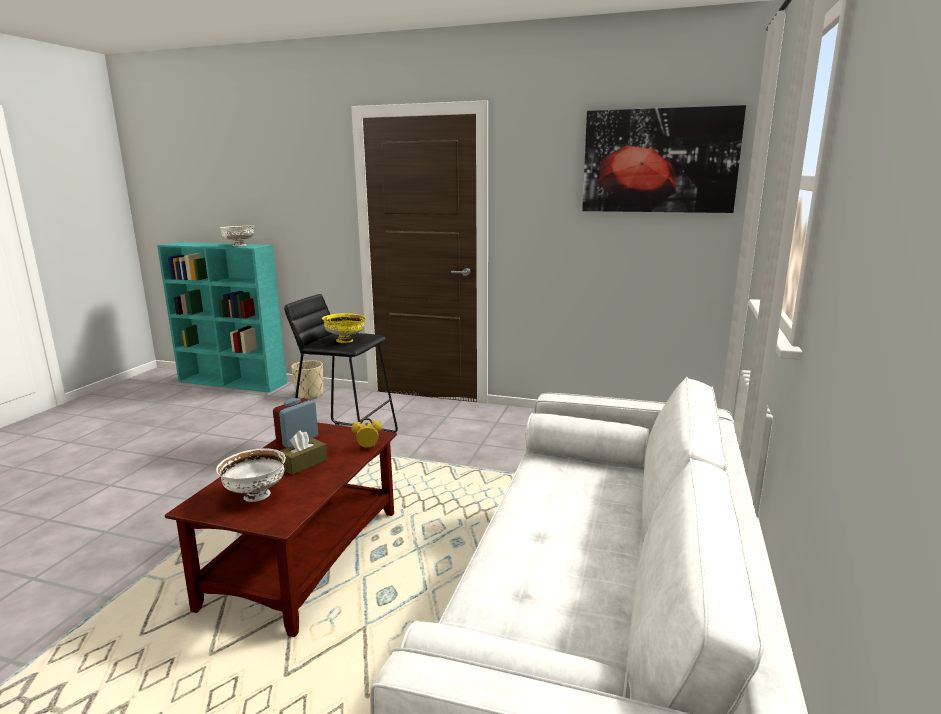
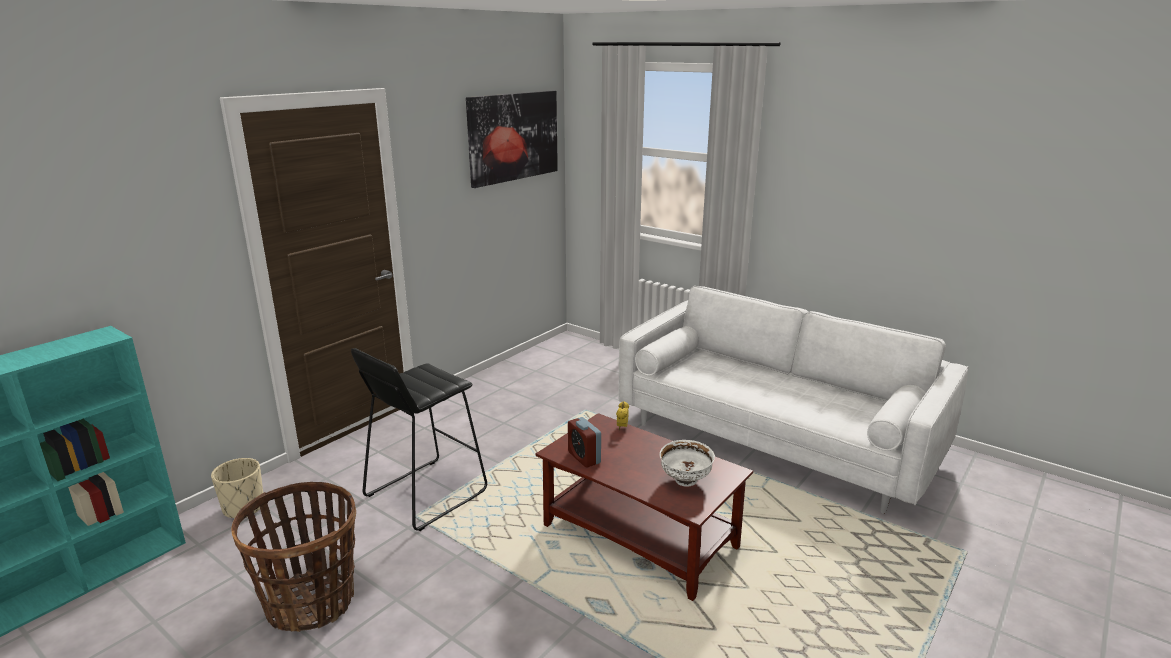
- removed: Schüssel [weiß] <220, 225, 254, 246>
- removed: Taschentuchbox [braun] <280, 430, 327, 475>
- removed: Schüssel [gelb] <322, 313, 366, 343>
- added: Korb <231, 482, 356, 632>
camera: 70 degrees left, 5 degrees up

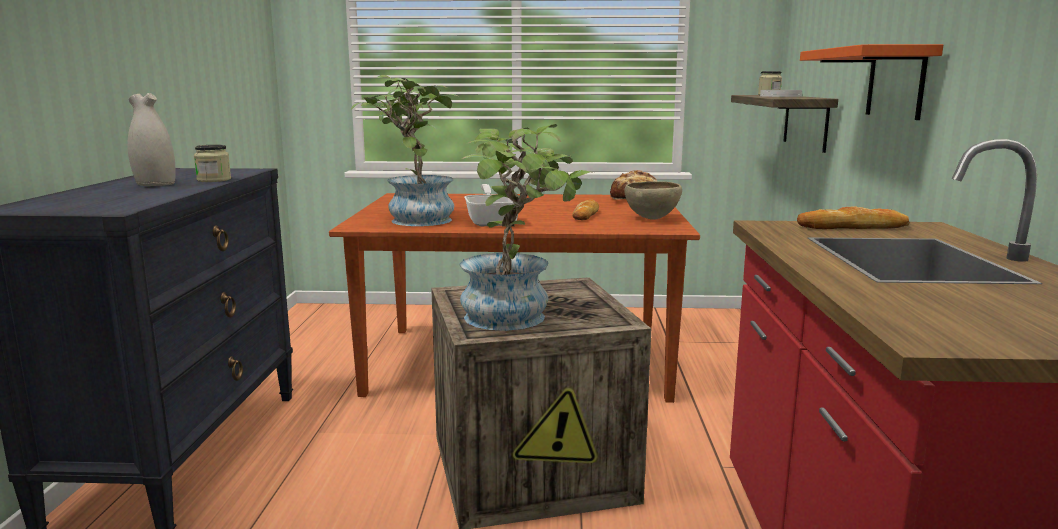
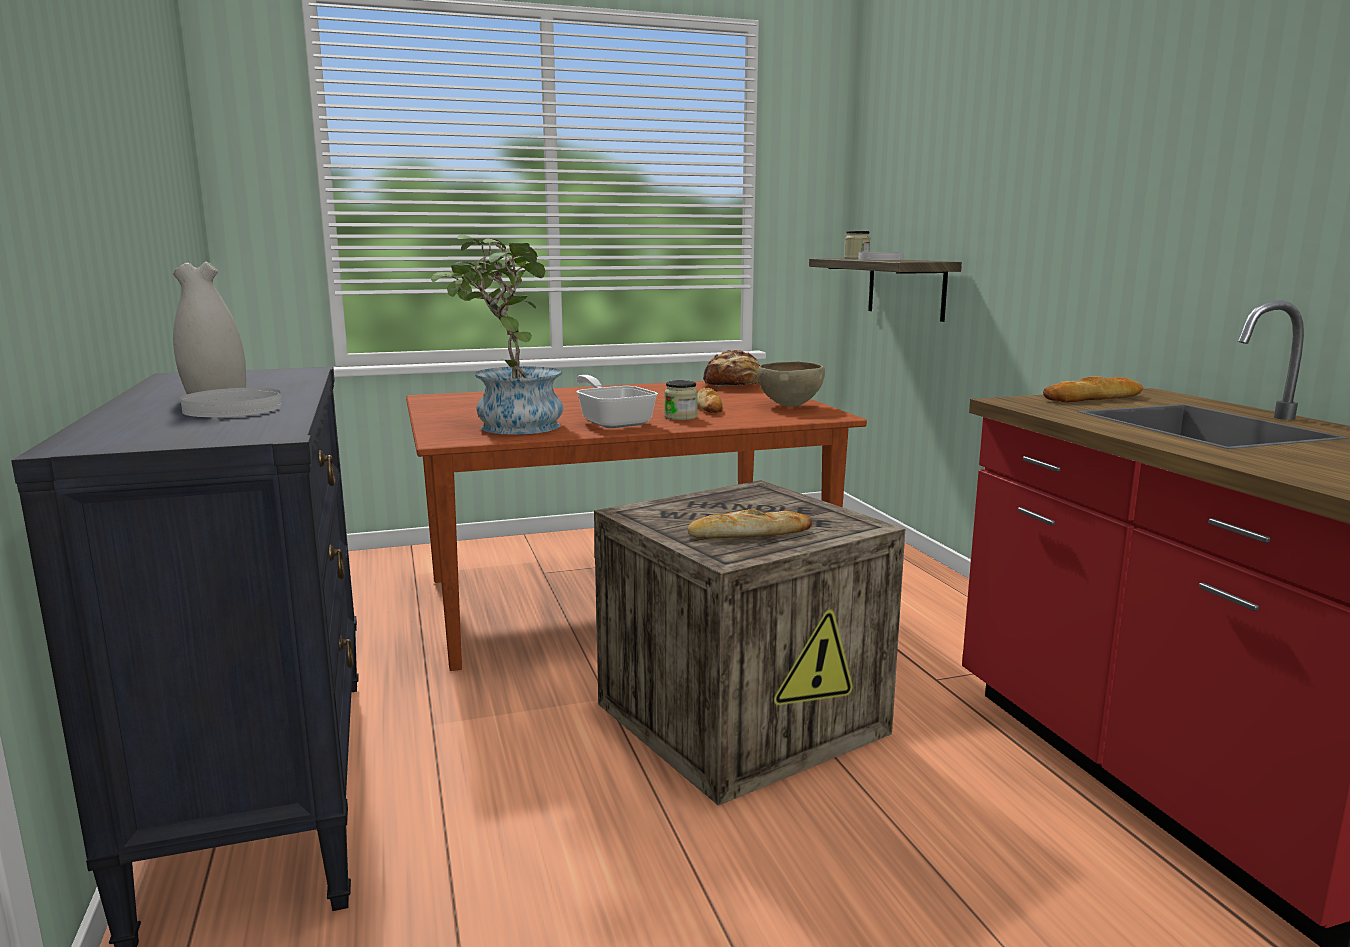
- removed: Wandregal [orange] <800, 44, 943, 120>
- added: Teller [weiß] <180, 388, 282, 417>
- moved: Vorratsglas <194, 145, 231, 182> to <664, 380, 698, 420>
- replaced: Topfpflanze <459, 124, 594, 331> to Brot <688, 509, 812, 538>
camera: 20 degrees left, 0 degrees up

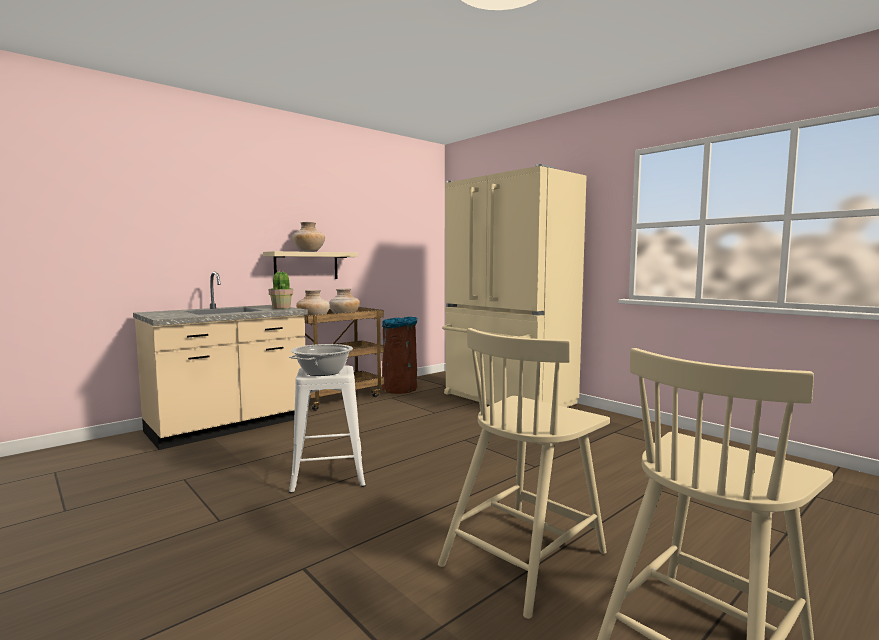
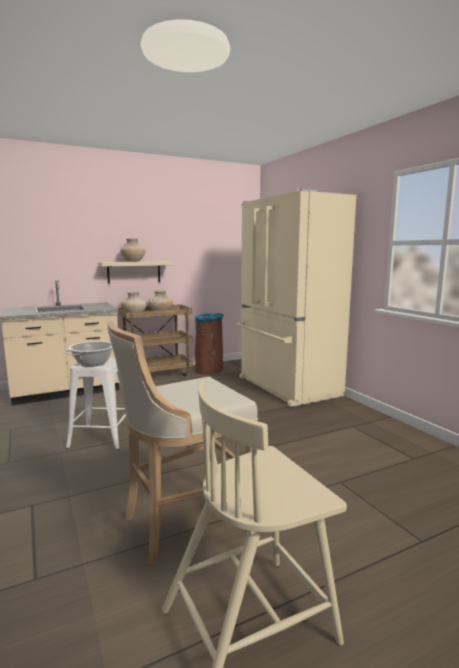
- removed: Topfpflanze <269, 269, 293, 309>
- replaced: Stuhl [beige] <438, 328, 610, 619> to Hocker [beige] <107, 321, 258, 564>
camera: 15 degrees right, 5 degrees up

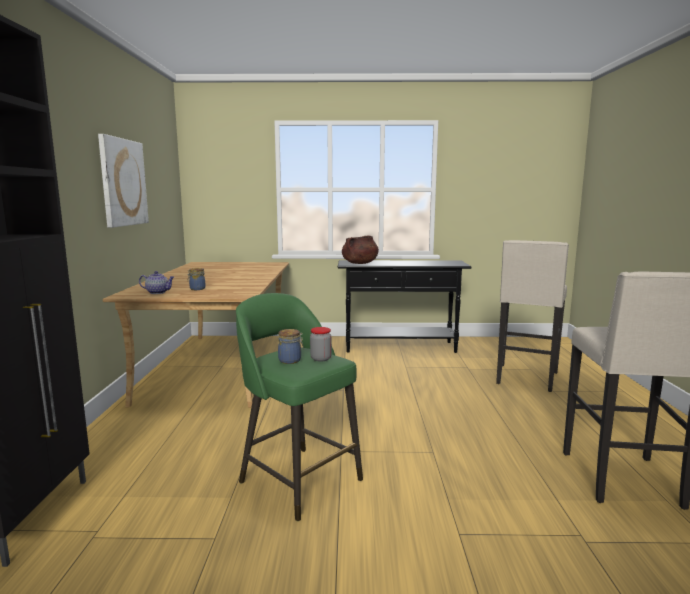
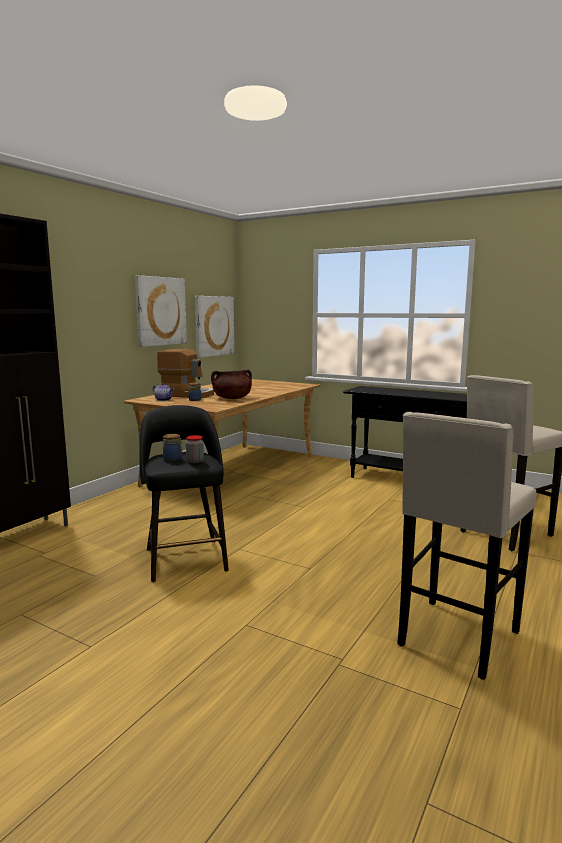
- added: Kaffeemaschine <157, 349, 214, 398>
- added: Bild <195, 296, 235, 358>
- moved: Kochtopf [braun] <342, 235, 379, 264> to <211, 369, 252, 399>
- recoloured: Hocker [grün] <236, 293, 363, 521> to Hocker [schwarz] <139, 405, 229, 582>
camera: 30 degrees right, 0 degrees up

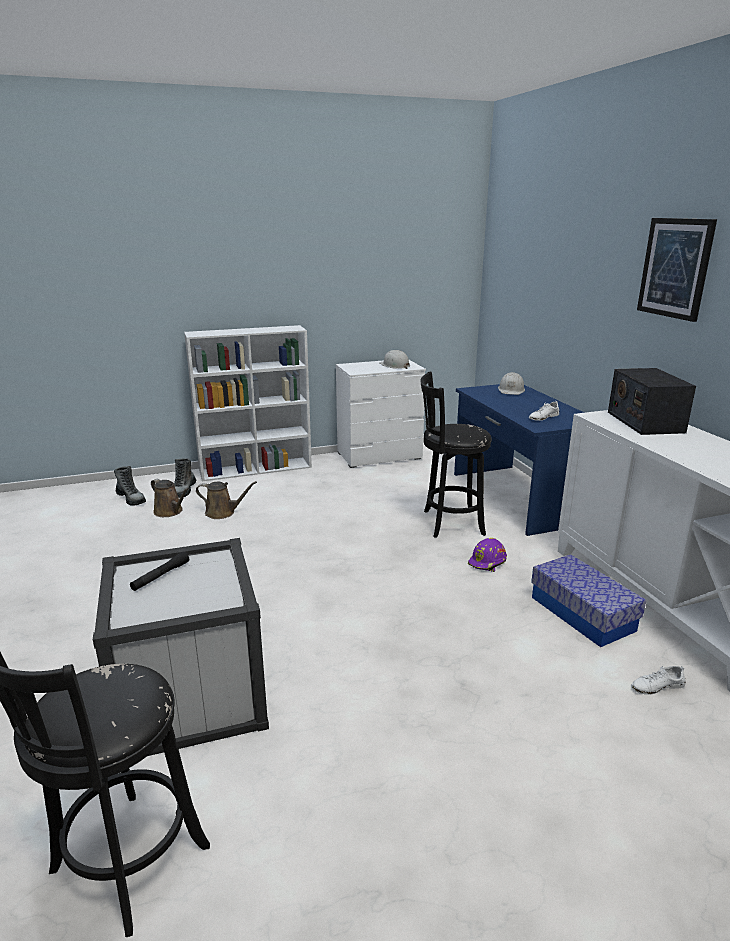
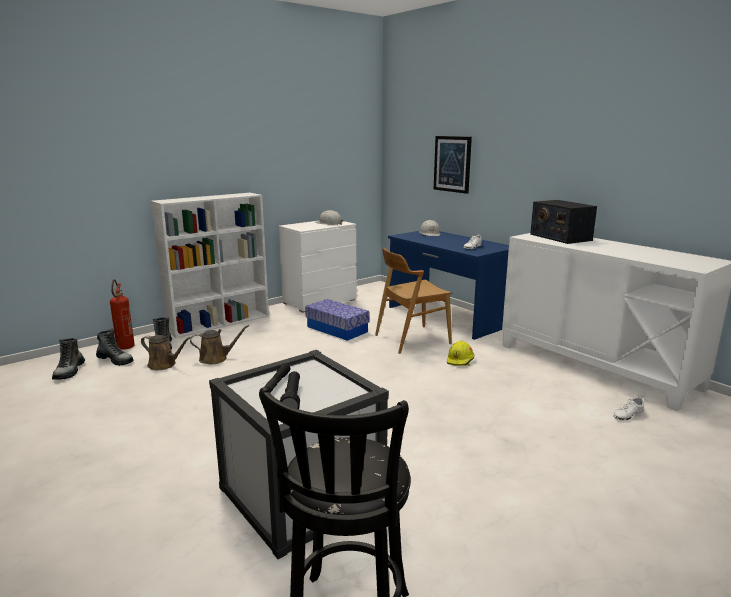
- added: Stiefel <52, 338, 85, 380>
- added: Feuerlöscher <110, 279, 135, 350>
- added: Taschenlampe [schwarz] <280, 371, 300, 409>
- moved: Aufbewahrungsbox <531, 554, 646, 647> to <305, 299, 370, 341>
- moved: Bild <637, 218, 717, 322> to <434, 136, 472, 194>
- replaced: Hocker [schwarz] <420, 371, 492, 538> to Stuhl [braun] <375, 248, 452, 354>
- recoloured: Schutzhelm [lila] <468, 538, 507, 572> to Schutzhelm [gelb] <447, 341, 474, 366>
camera: 20 degrees left, 5 degrees down

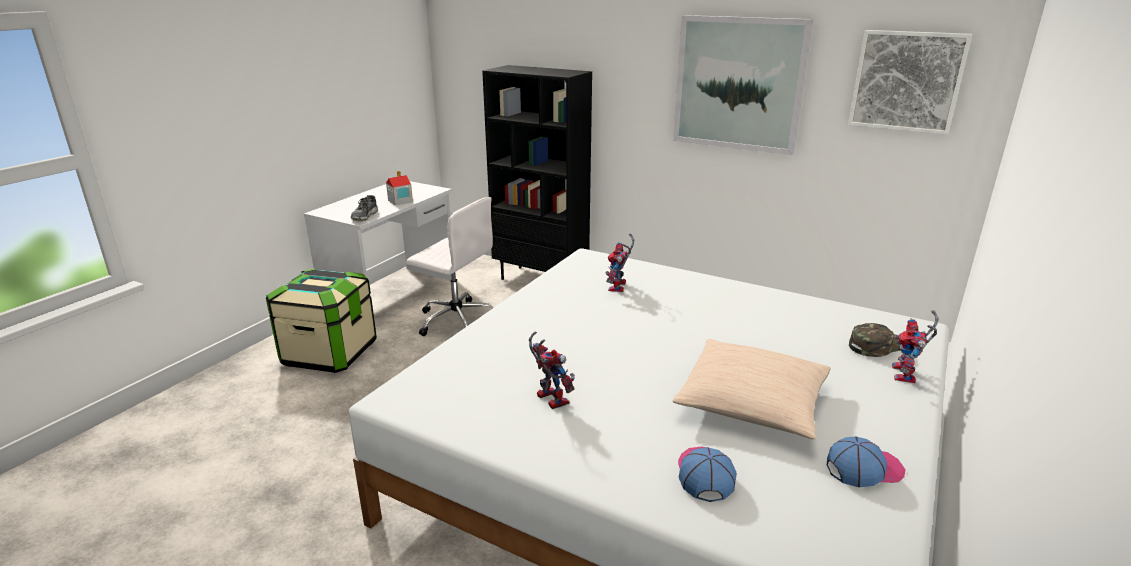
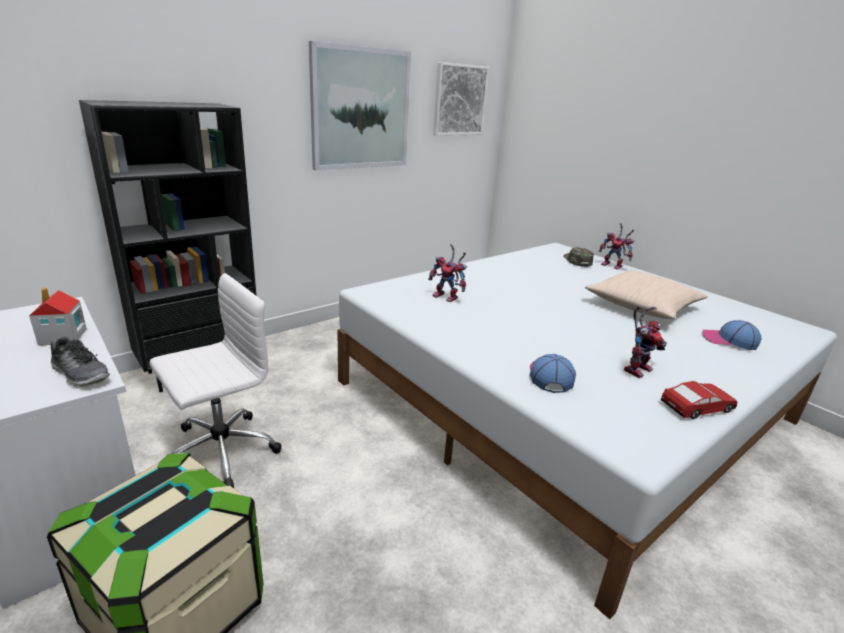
- added: Spielzeugauto <661, 381, 737, 419>
- moved: Kappe <827, 436, 905, 487> to <530, 354, 576, 393>
- turned: Spielzeugroboter <529, 332, 575, 409> = <624, 306, 667, 378> 150 degrees clockwise
camera: 70 degrees left, 0 degrees up

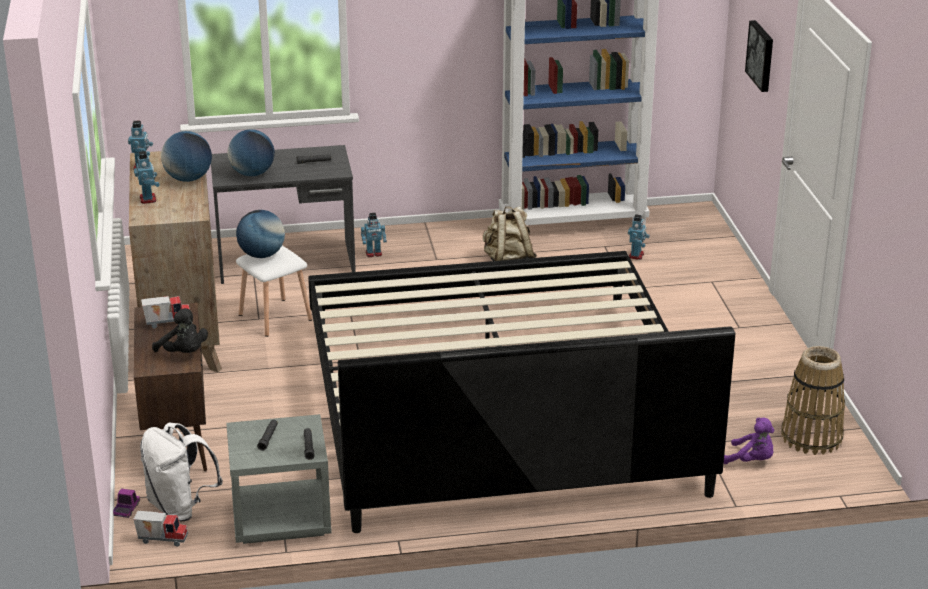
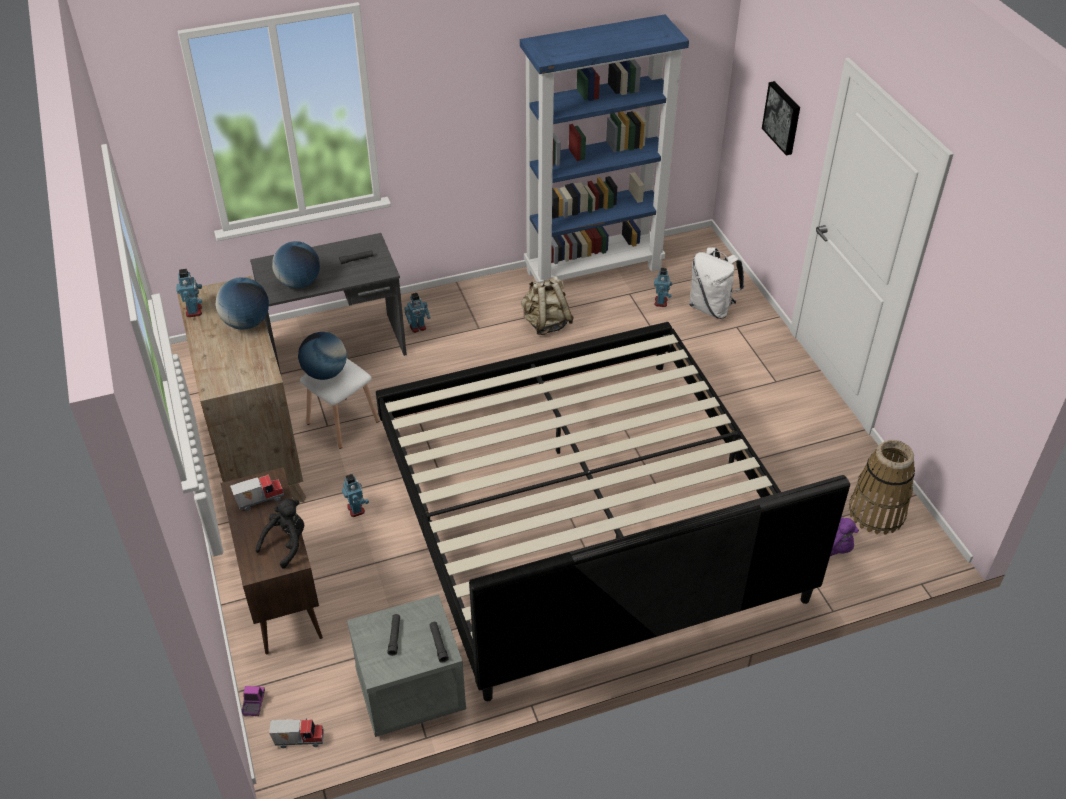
- moved: Spielzeugroboter <134, 151, 160, 204> to <342, 474, 369, 517>
- moved: Rucksack [weiß] <140, 422, 223, 521> to <689, 247, 744, 319>
- turned: Plüschtier [schwarz] <152, 308, 208, 353> = <256, 499, 304, 568> 90 degrees counterclockwise
camera: 10 degrees left, 15 degrees up

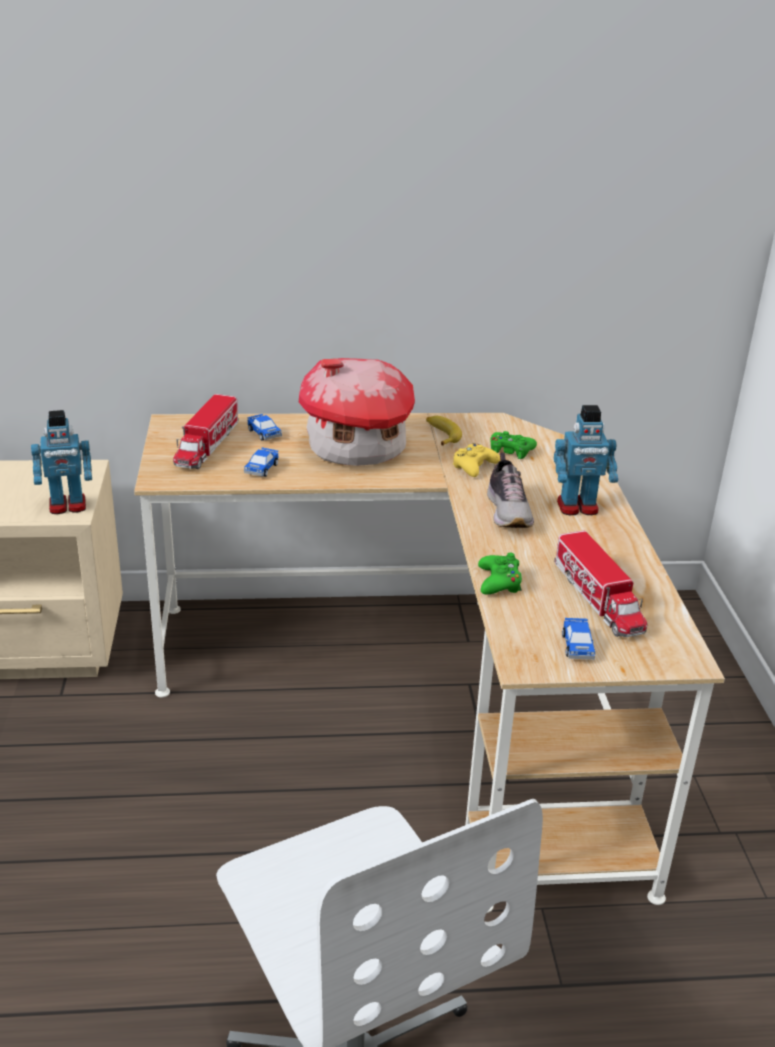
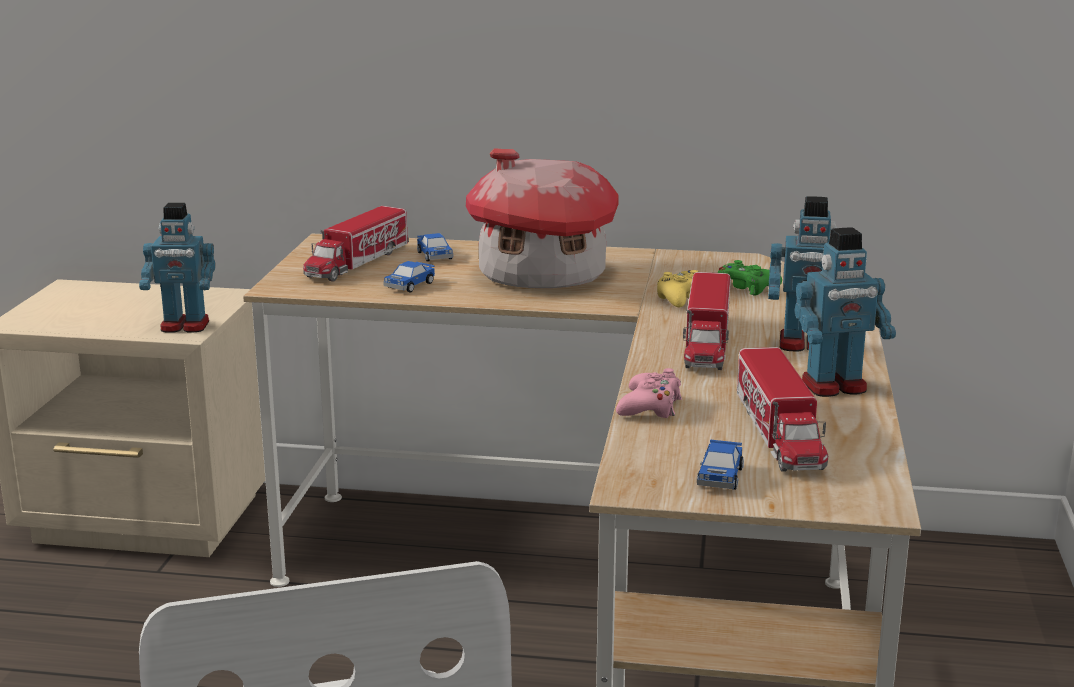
- removed: Banane <426, 416, 462, 446>
- added: Spielzeugroboter <795, 227, 896, 397>
- replaced: Schuh <487, 453, 534, 528> to Spielzeuglaster <683, 272, 731, 370>
- recoloured: Gamepad [grün] <478, 553, 522, 594> to Gamepad [rosa] <616, 368, 682, 418>
camera: 15 degrees right, 10 degrees down

